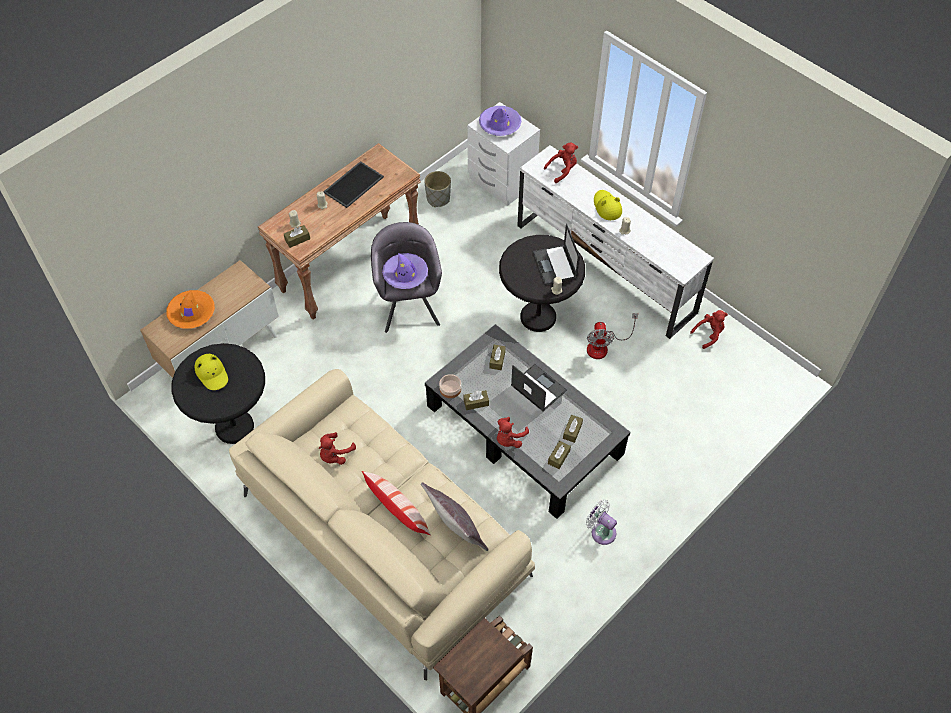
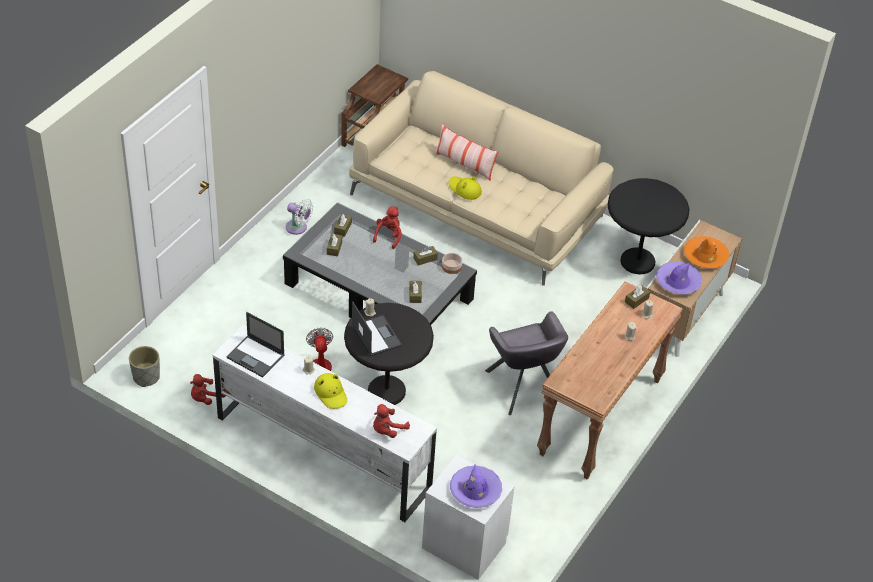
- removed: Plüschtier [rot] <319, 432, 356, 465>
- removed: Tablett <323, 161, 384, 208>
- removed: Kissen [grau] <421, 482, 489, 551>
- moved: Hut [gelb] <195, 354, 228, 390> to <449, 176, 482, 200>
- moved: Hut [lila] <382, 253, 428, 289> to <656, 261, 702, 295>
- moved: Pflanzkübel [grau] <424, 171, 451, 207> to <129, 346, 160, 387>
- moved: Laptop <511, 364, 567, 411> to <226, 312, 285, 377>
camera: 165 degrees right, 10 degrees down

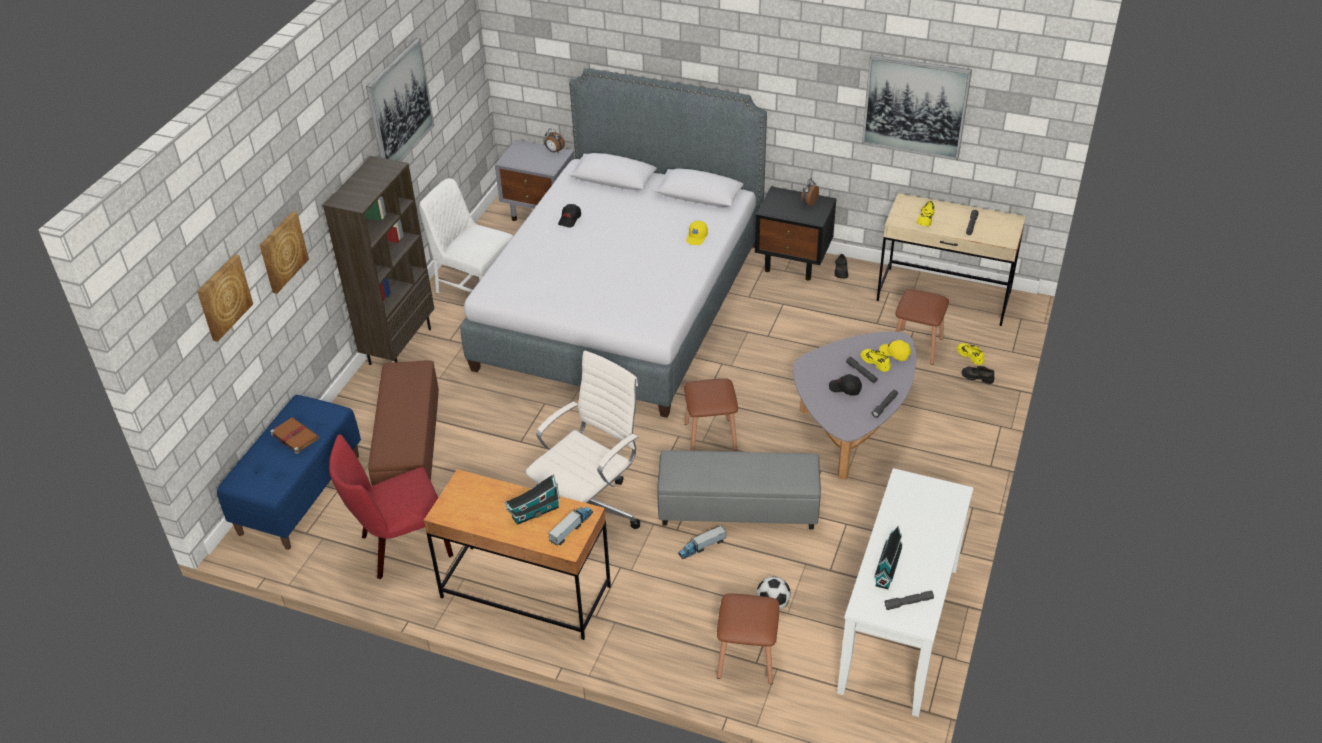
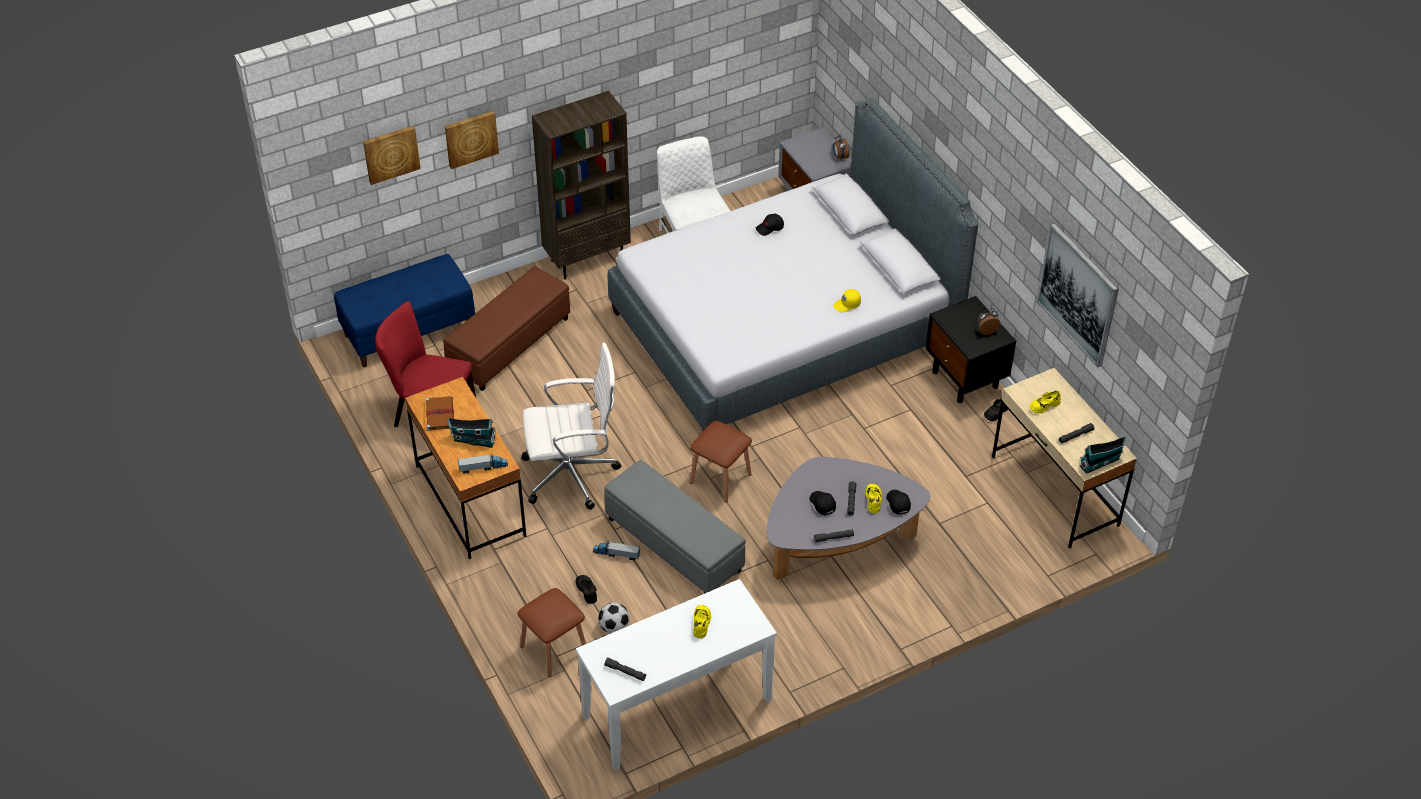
- removed: Bild <366, 38, 434, 161>
- removed: Hocker [braun] <895, 289, 949, 365>
- moved: Buch [braun] <270, 417, 319, 454> to <426, 396, 454, 431>
- moved: Spielzeughaus <874, 526, 903, 589> to <1080, 436, 1126, 474>
- moved: Schuh [gelb] <956, 343, 984, 365> to <693, 605, 711, 638>
- moved: Schuh [schwarz] <961, 366, 994, 384> to <576, 575, 597, 604>
- recoloured: Kappe [gelb] <879, 340, 911, 361> to Kappe [schwarz] <886, 490, 911, 514>
camera: 40 degrees right, 5 degrees up

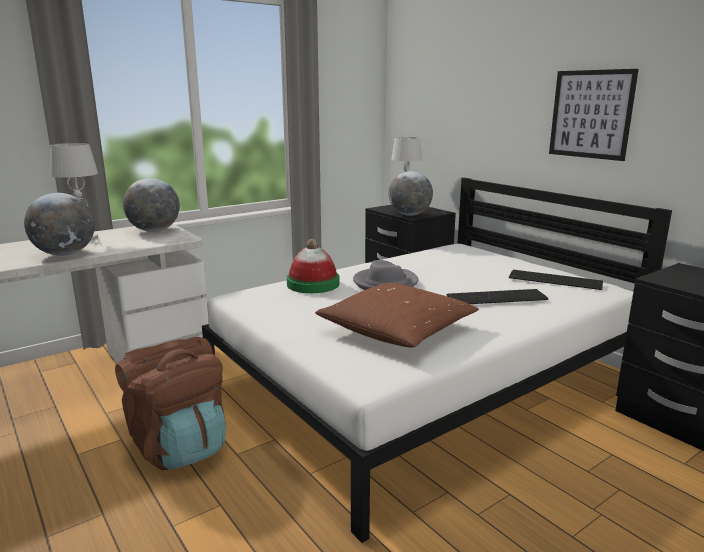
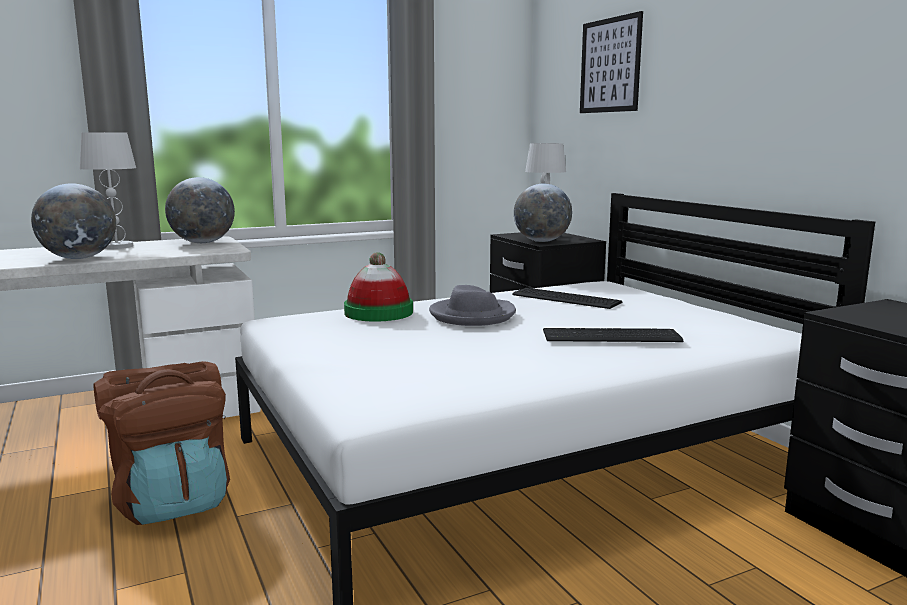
- removed: Kissen [braun] <315, 283, 479, 348>
- moved: Tastatur <509, 270, 603, 290> to <513, 288, 623, 309>
- moved: Bild <549, 69, 639, 161> to <580, 11, 643, 113>
camera: 10 degrees right, 5 degrees down

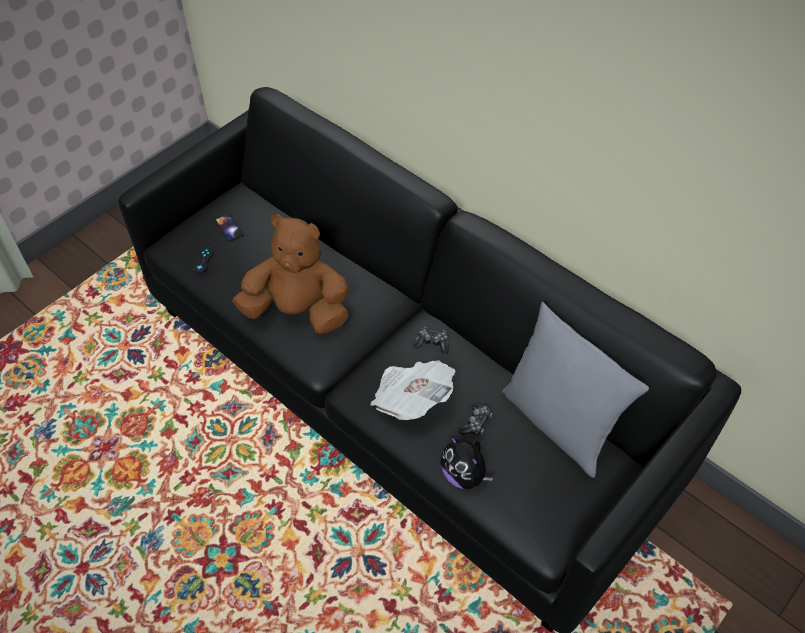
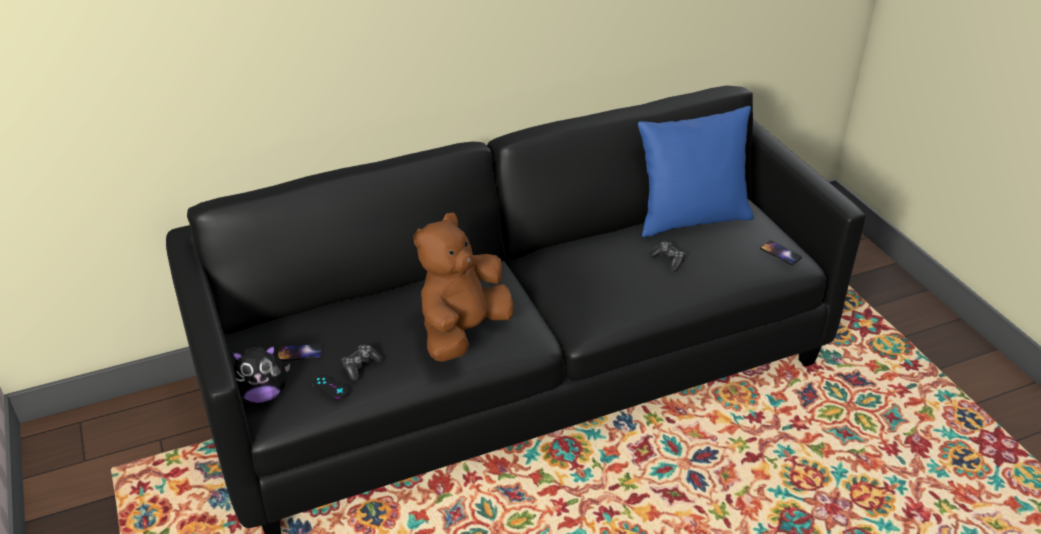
- removed: Zeitung <370, 360, 456, 420>
- added: Handy <760, 240, 802, 265>
- moved: Gamepad <413, 327, 449, 354> to <342, 345, 383, 381>
- moved: Plüschtier <440, 435, 493, 489> to <232, 345, 290, 403>
- recoloured: Kissen [grau] <502, 302, 649, 478> to Kissen [blau] <638, 106, 753, 237>
camera: 65 degrees left, 15 degrees down

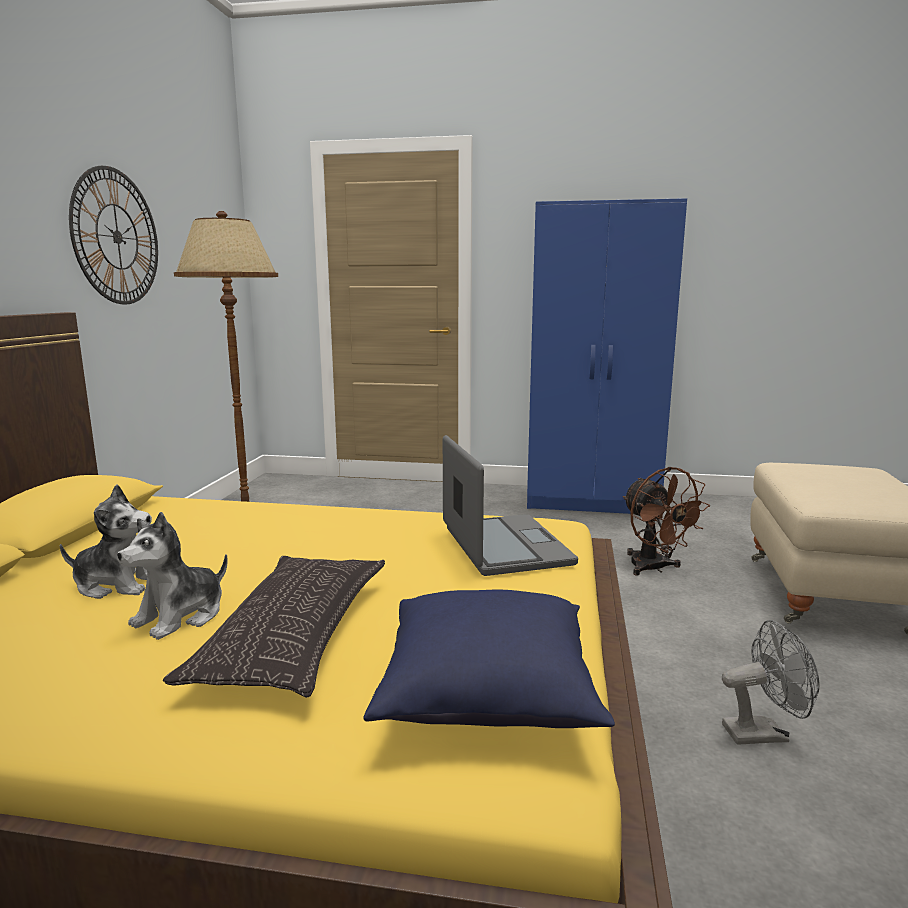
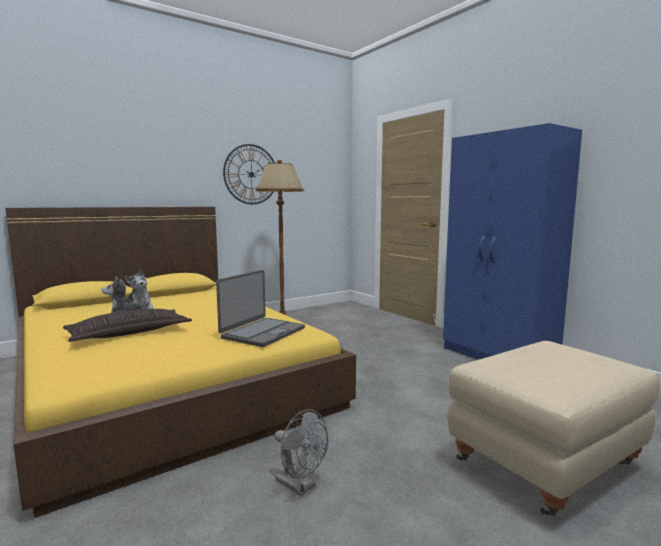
- removed: Kissen [blau] <364, 590, 615, 728>
- removed: Ventilator [braun] <623, 467, 710, 576>
camera: 45 degrees right, 5 degrees down

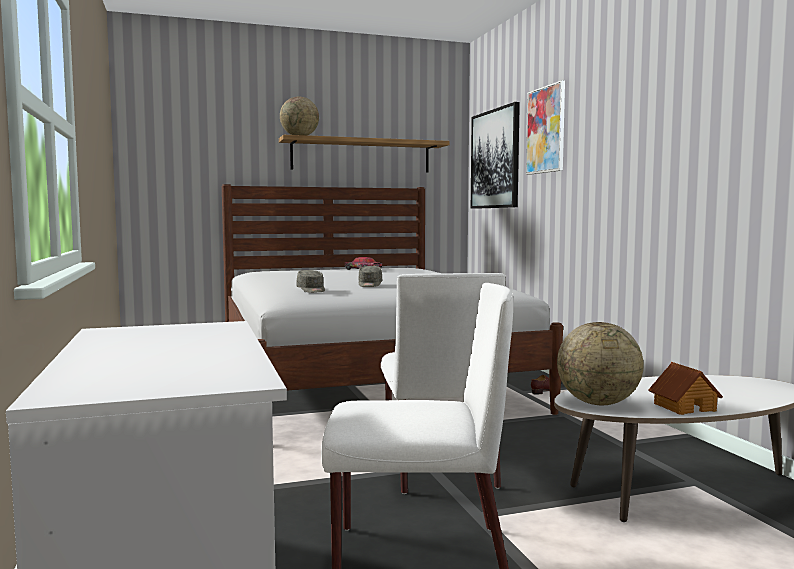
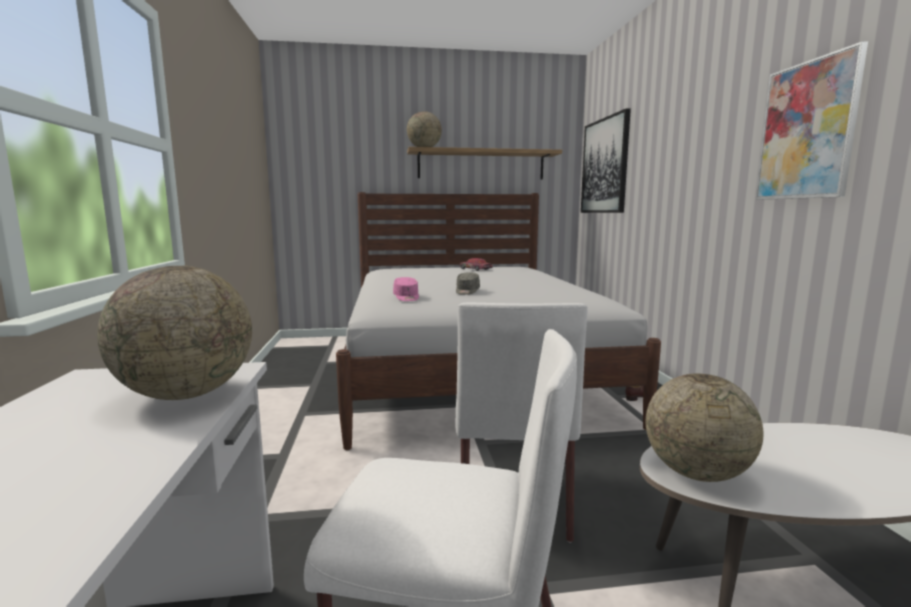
- removed: Spielzeughaus <648, 362, 723, 415>
- added: Globus <97, 265, 252, 400>
- moved: Bild <526, 80, 565, 175> to <756, 41, 868, 200>
- recoloured: Kappe [grau] <296, 270, 325, 293> to Kappe [rosa] <393, 277, 419, 301>
camera: 10 degrees right, 5 degrees up

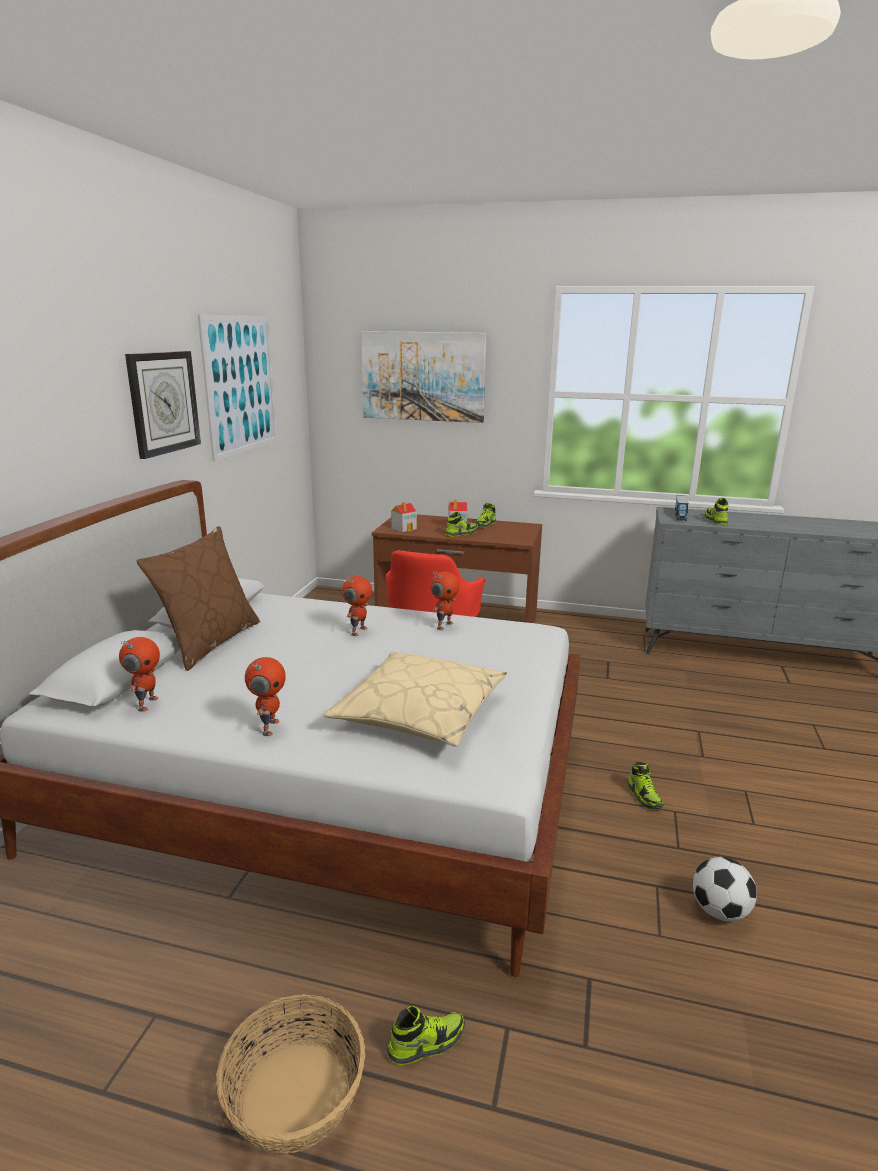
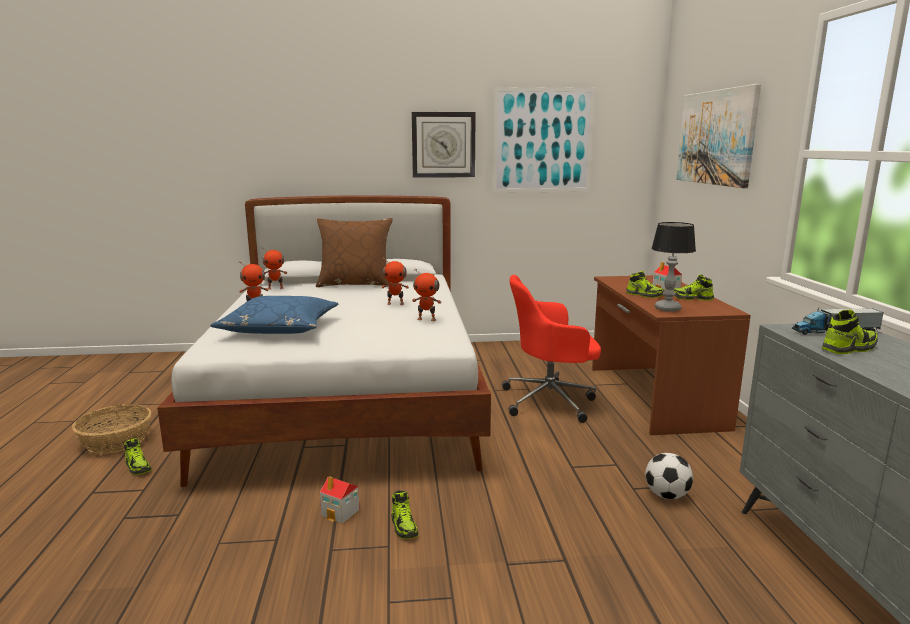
- added: Tischlampe <651, 222, 696, 312>
- moved: Spielzeughaus <391, 502, 417, 532> to <320, 476, 360, 524>
- moved: Fußball <693, 857, 757, 921> to <645, 453, 693, 499>
- recoloured: Kissen [beige] <324, 652, 507, 746> to Kissen [blau] <210, 296, 338, 334>
- turned: Schuh <627, 762, 664, 810> = <391, 491, 418, 539> 75 degrees counterclockwise
camera: 70 degrees right, 5 degrees down

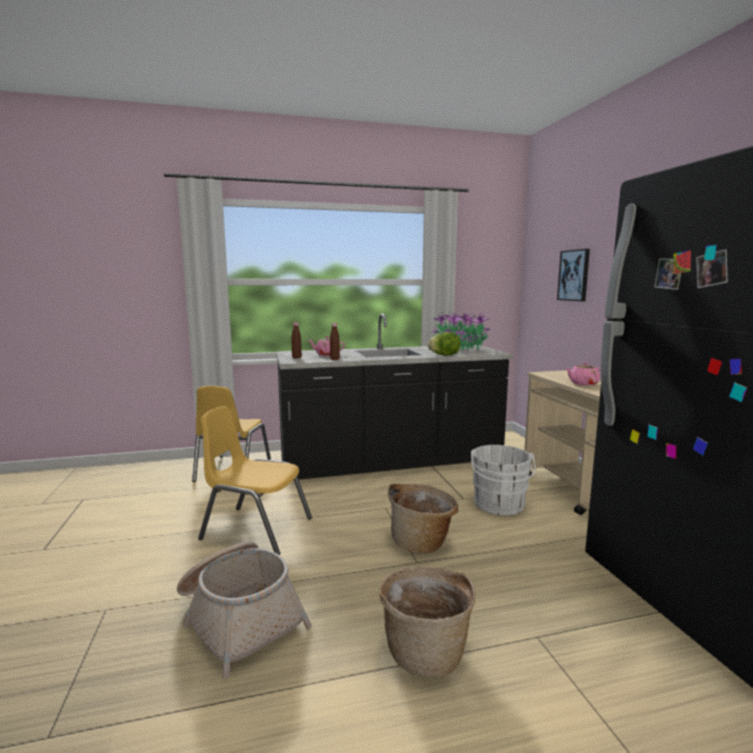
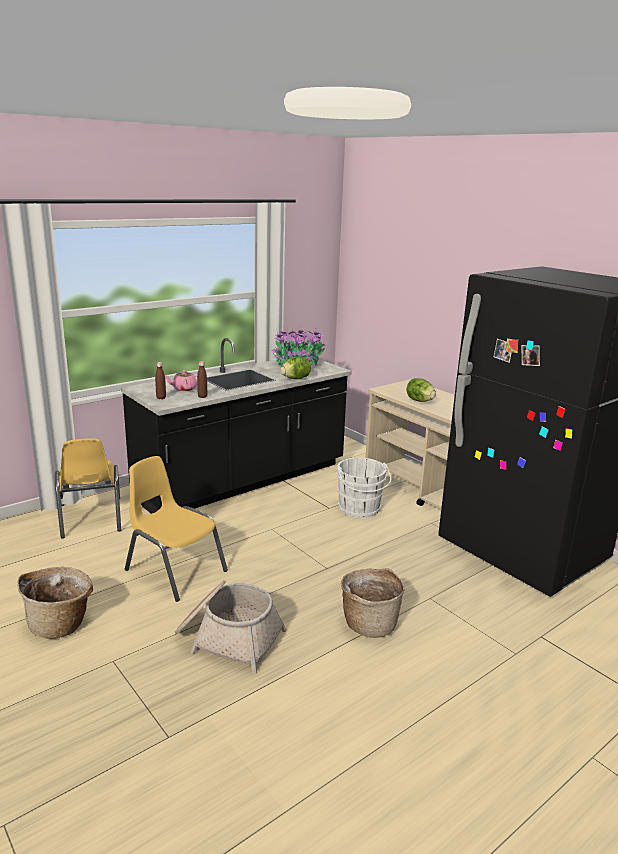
- removed: Bild <557, 249, 590, 301>
- moved: Korb <388, 484, 458, 553> to <17, 567, 93, 639>
- replaced: Teekanne [rosa] <566, 362, 600, 386> to Salatkopf <406, 378, 436, 402>
- turned: Stuhl [gelb] <198, 406, 312, 555> = <125, 456, 228, 602> 45 degrees clockwise
camera: 25 degrees left, 10 degrees up

